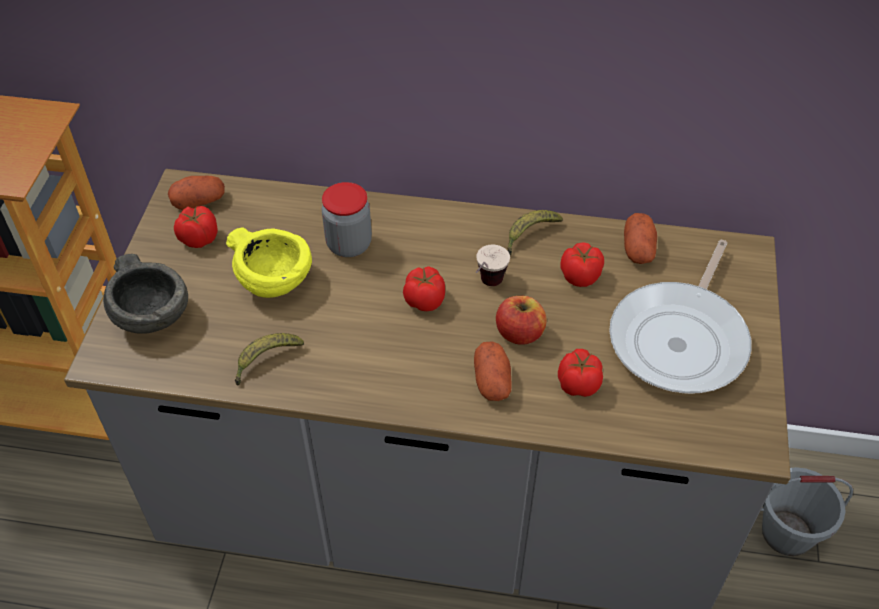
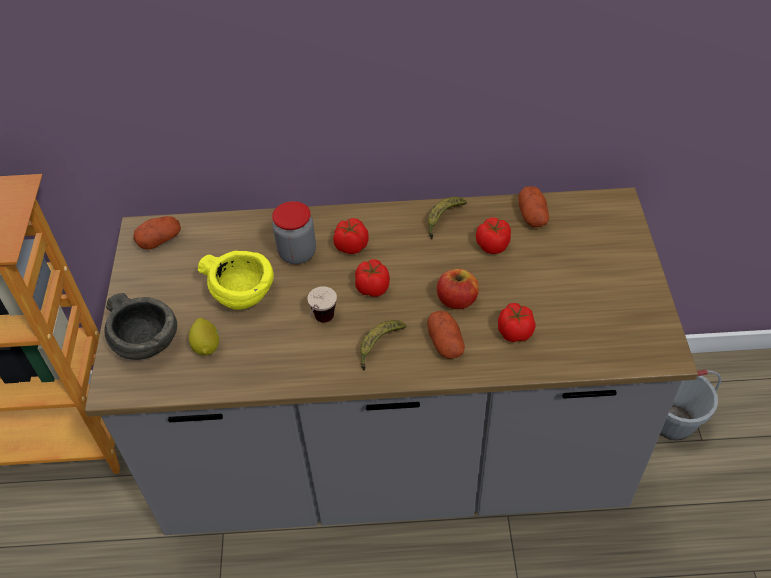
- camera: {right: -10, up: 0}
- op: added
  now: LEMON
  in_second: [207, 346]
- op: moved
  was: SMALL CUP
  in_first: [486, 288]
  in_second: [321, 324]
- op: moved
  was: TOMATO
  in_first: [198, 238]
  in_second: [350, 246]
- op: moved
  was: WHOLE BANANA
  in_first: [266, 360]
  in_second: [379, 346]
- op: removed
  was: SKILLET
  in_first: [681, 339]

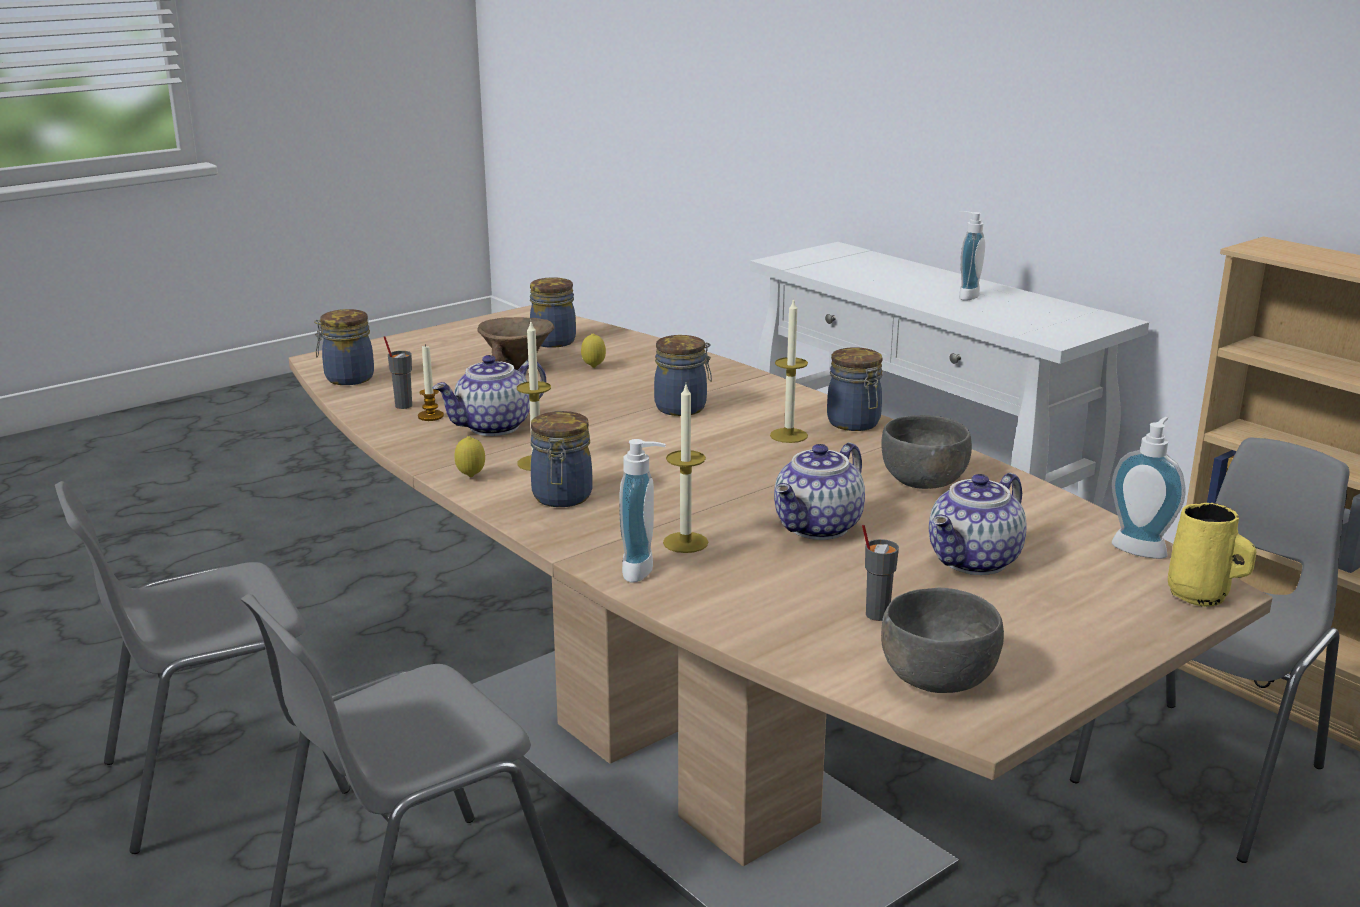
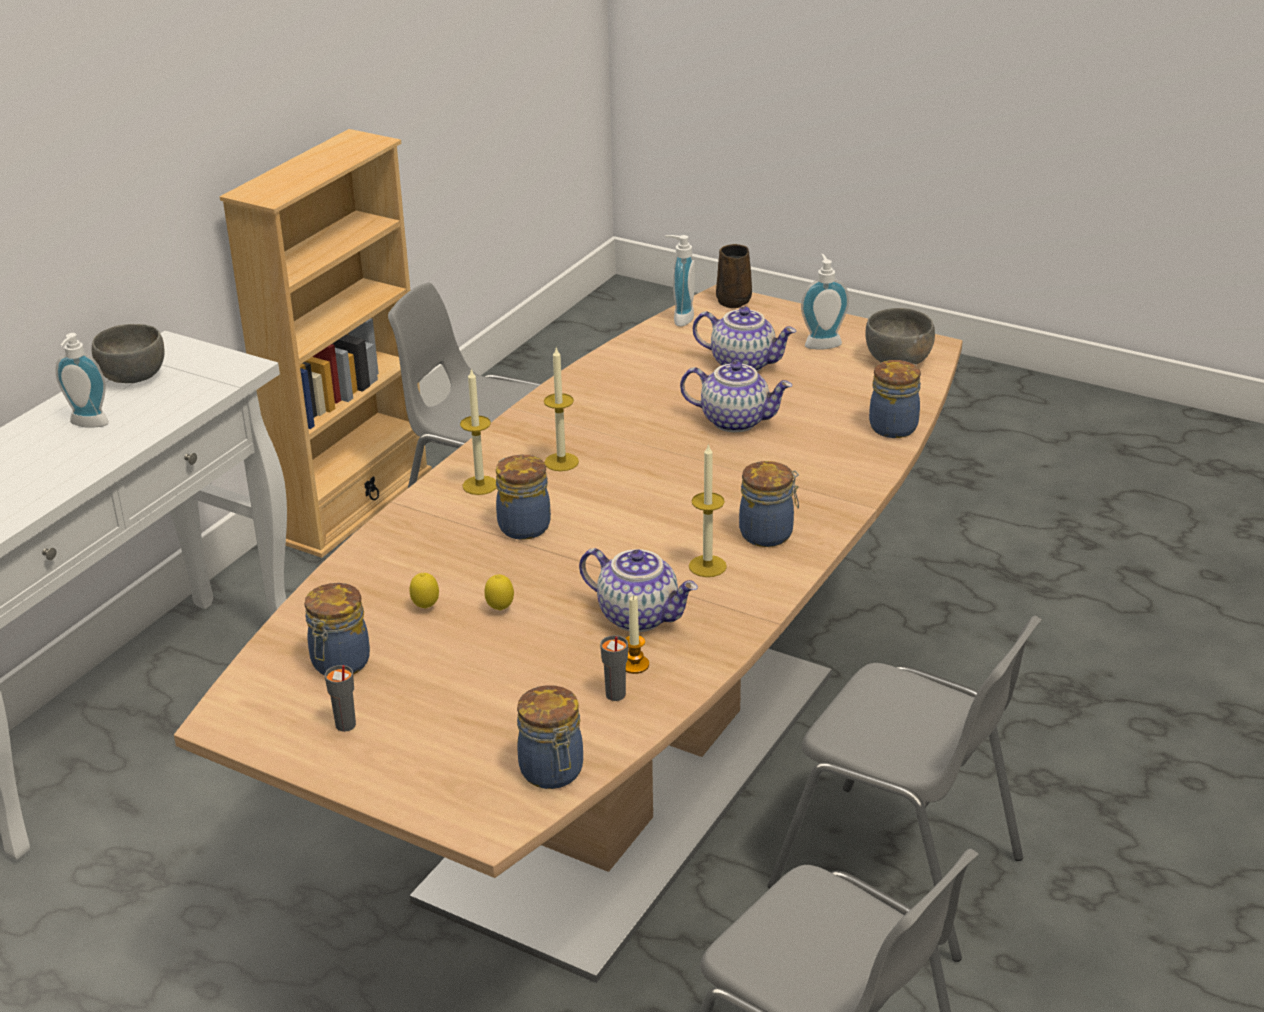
- camera: {right: -110, up: 10}
- op: moved
  was: GREYISH BOWL
  in_first: [924, 481]
  in_second: [134, 375]
- op: moved
  was: GREYISH SMALL CUP
  in_first: [876, 614]
  in_second: [345, 725]
- op: moved
  was: CANDLE
  in_first: [685, 542]
  in_second: [480, 485]
- op: moved
  was: LEMON
  in_first: [471, 477]
  in_second: [500, 609]
- op: recoloured
  was: YELLOW COFFEE MUG
  now: BROWN-COLOURED COFFEE MUG
  in_first: [1201, 596]
  in_second: [734, 300]
- op: moved
  was: SOAP BOTTLE
  in_first: [644, 570]
  in_second: [822, 343]
- op: moved
  was: JAR
  in_first: [854, 424]
  in_second: [894, 427]
- op: removed
  was: BROWN-COLOURED BOWL
  in_first: [518, 367]

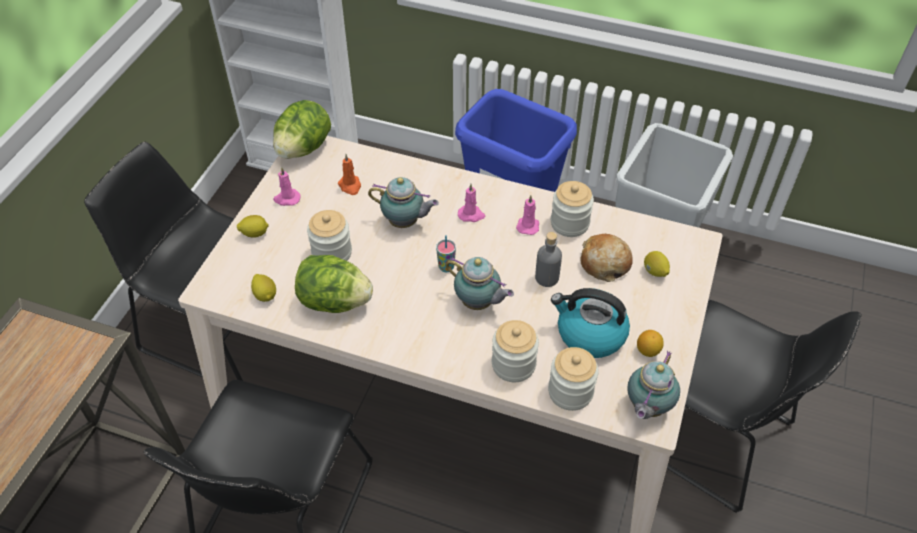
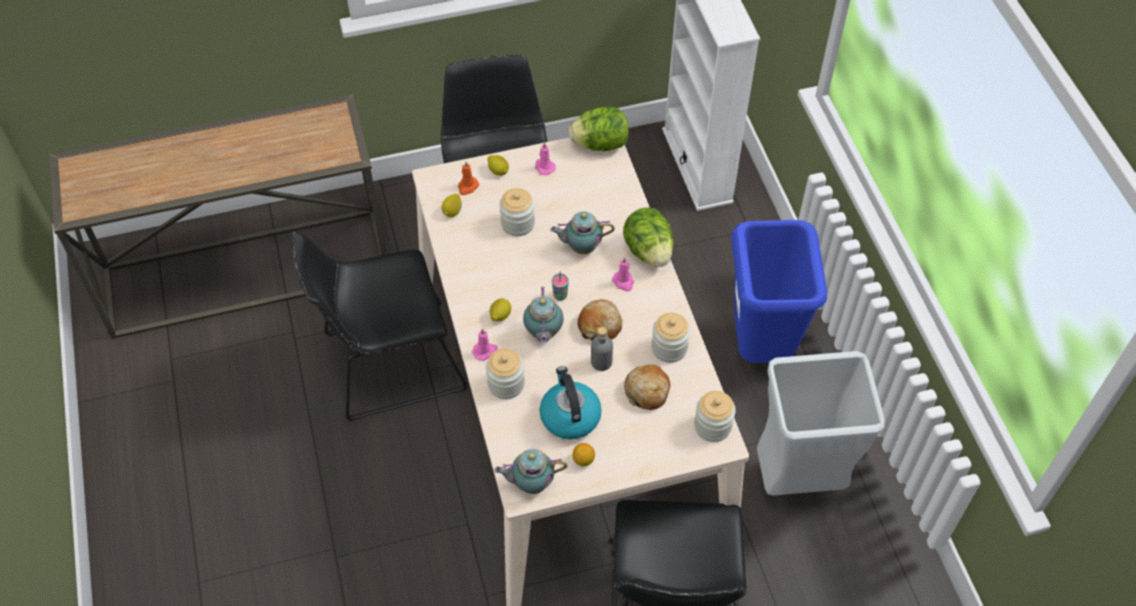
- camera: {right: 55, up: 5}
- op: moved
  was: ORANGEY CANDLE
  in_first: [350, 186]
  in_second: [467, 187]
- op: moved
  was: PINK CANDLE
  in_first: [528, 225]
  in_second: [485, 351]
- op: moved
  was: LEMON
  in_first: [655, 272]
  in_second: [500, 315]
- op: turned
  was: POT FOR TEA
  in_first: [405, 222]
  in_second: [581, 247]
  clockwise: 105
- op: added
  now: BAKERY BREAD
  in_second: [600, 325]
- op: moved
  was: HEAD OF LETTUCE
  in_first: [334, 301]
  in_second: [648, 251]
- op: moved
  was: JAR
  in_first: [570, 392]
  in_second: [712, 426]

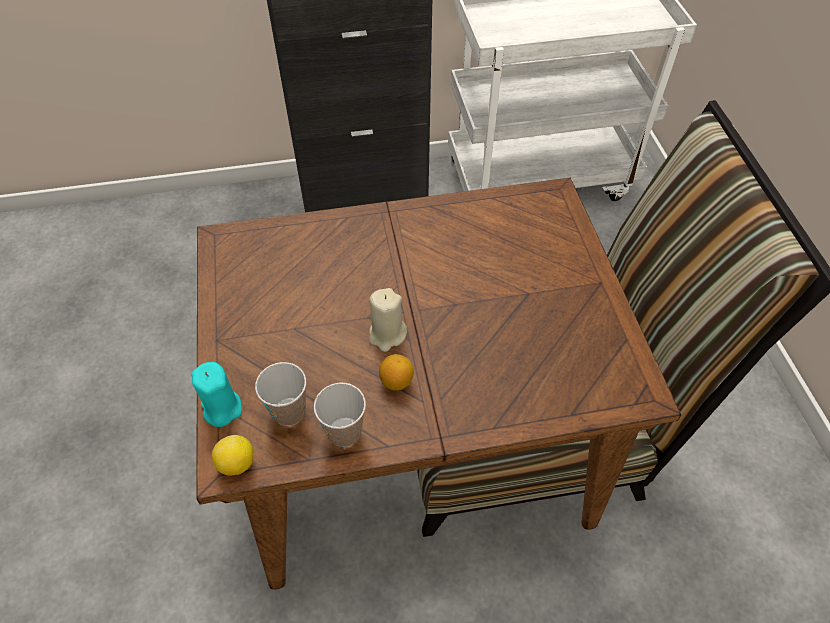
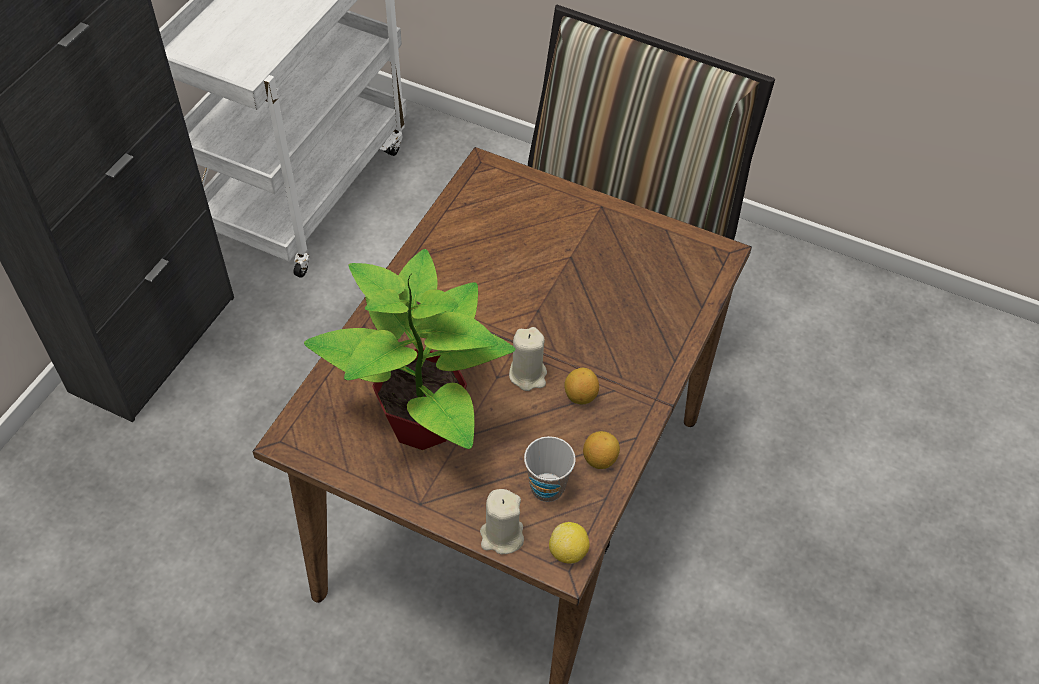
- camera: {right: -55, up: 0}
- op: added
  now: POTTED PLANT
  in_second: [425, 422]
- op: recoloured
  was: TURQUOISE CANDLE
  now: SAND-COLOURED CANDLE
  in_first: [222, 408]
  in_second: [501, 536]
- op: replaced
  was: SMALL CUP
  now: LEMON
  in_first: [344, 432]
  in_second: [599, 459]

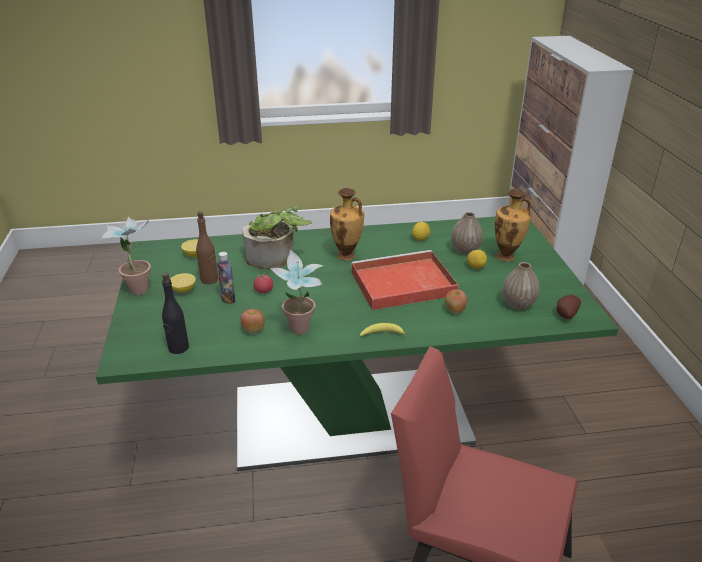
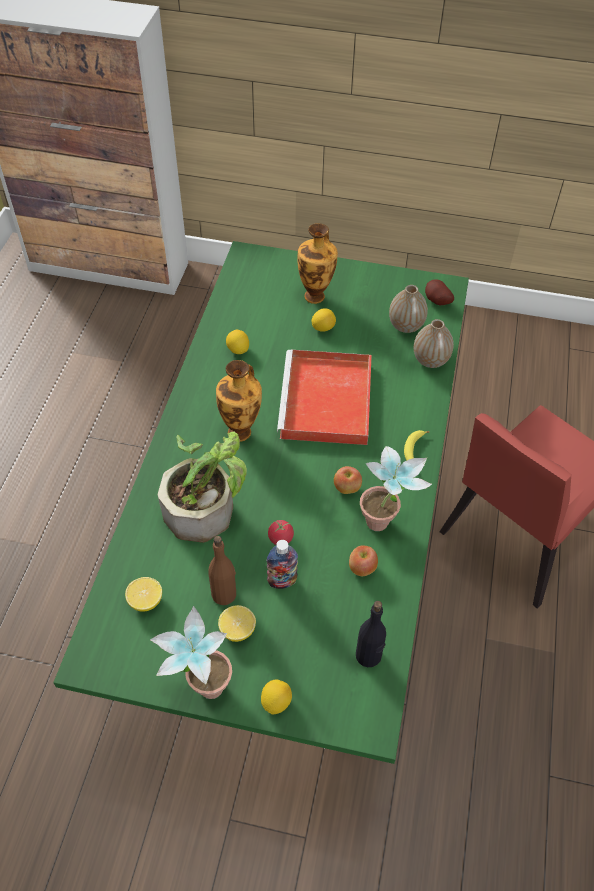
- camera: {right: -70, up: 20}
- op: added
  now: LEMON
  in_second: [276, 702]
- op: moved
  was: WHOLE APPLE
  in_first: [454, 310]
  in_second: [347, 488]
- op: moved
  was: VASE
  in_first: [465, 250]
  in_second: [430, 360]

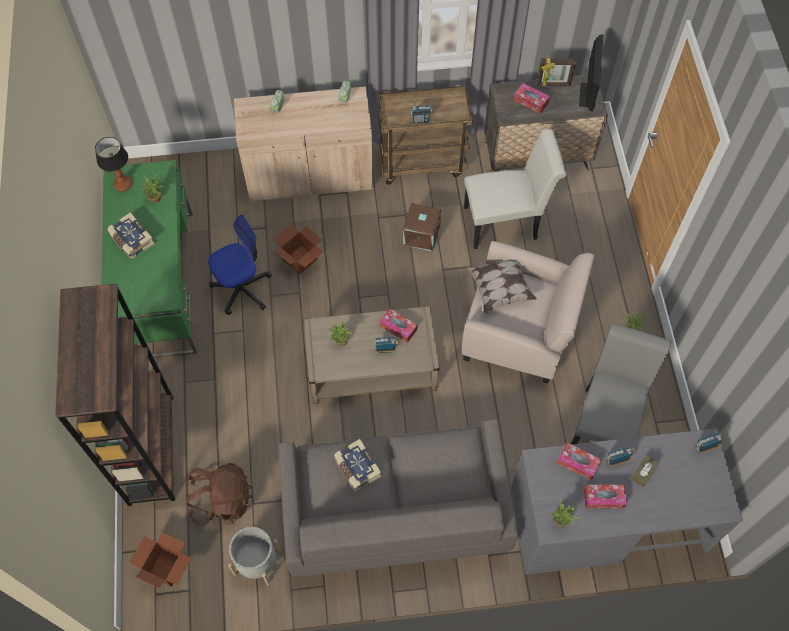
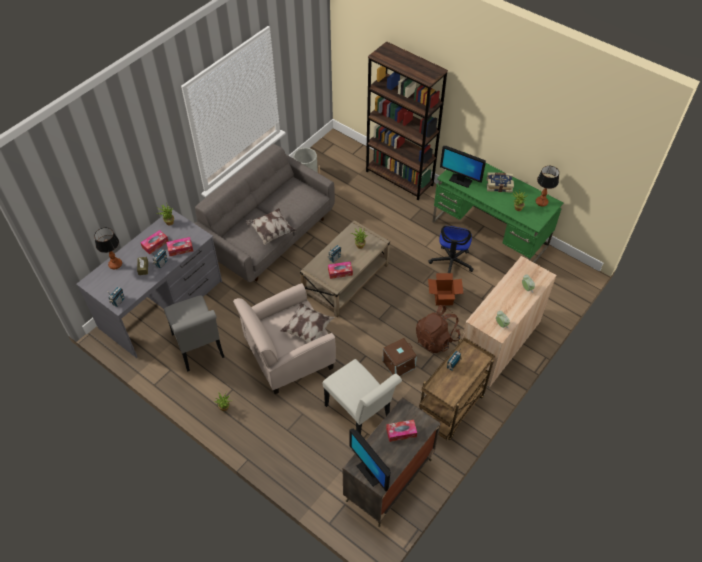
- camera: {right: 135, up: -10}
- op: added
  now: LAMP FOR A TABLE
  in_second: [115, 264]
- op: added
  now: THROW PILLOW
  in_second: [271, 231]
- op: turned
  was: WHITISH PLAIN CHAIR
  in_first: [506, 222]
  in_second: [360, 415]
  clockwise: -75
- op: moved
  was: BROWN-COLOURED RUCKSACK
  in_first: [221, 500]
  in_second: [436, 339]
- op: added
  now: MONITOR
  in_second: [460, 180]
- op: removed
  was: CARDBOARD BOX
  in_first: [167, 568]
- op: removed
  was: BOUND BOOK
  in_first: [357, 468]
- op: removed
  was: PHOTO FRAME
  in_first: [553, 84]

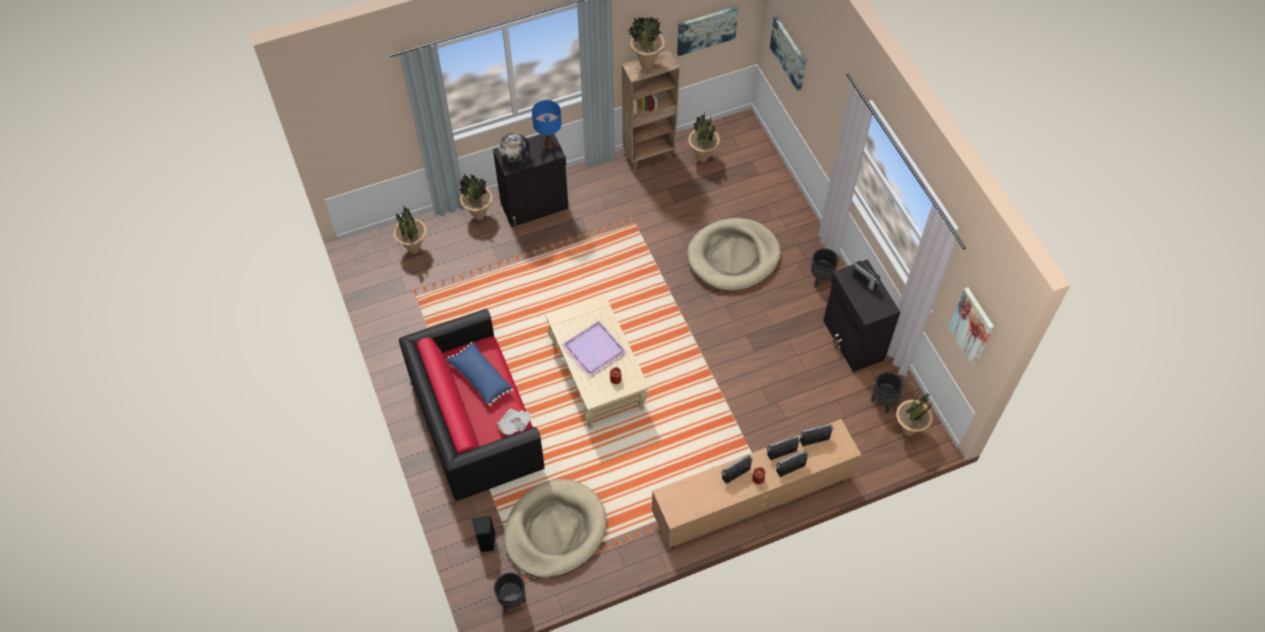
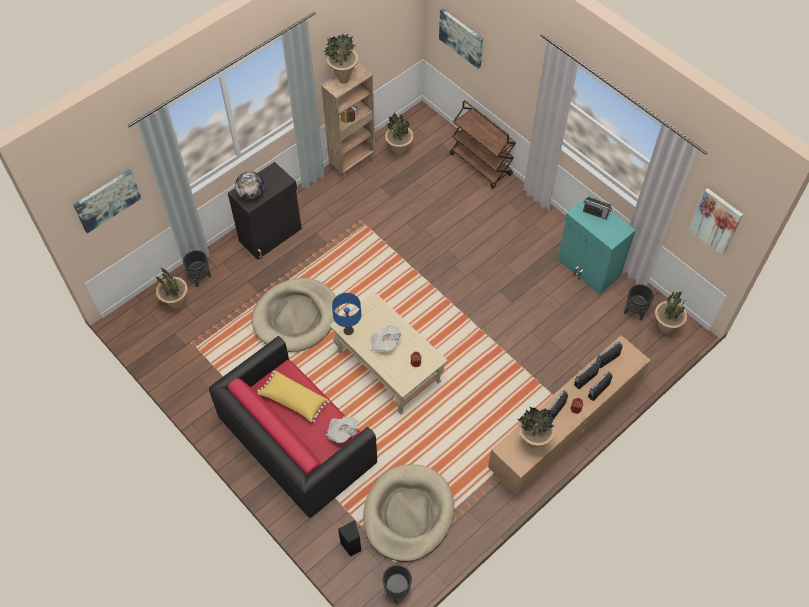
- camera: {right: -20, up: 0}
- op: moved
  was: WALL PICTURE
  in_first: [706, 30]
  in_second: [107, 200]
- op: moved
  was: BLACKISH PLANT POT
  in_first: [820, 279]
  in_second: [200, 278]
- op: moved
  was: SAND-COLOURED DOG CUSHION
  in_first: [733, 257]
  in_second: [296, 317]
- op: recoloured
  was: BLUE THROW PILLOW
  now: YELLOW THROW PILLOW
  in_first: [480, 378]
  in_second: [293, 400]
- op: moved
  was: BLUE LAMP FOR A TABLE
  in_first: [549, 144]
  in_second: [348, 330]
- op: replaced
  was: PURPLE CARRYING TRAY
  now: PRINTED PAPER
  in_first: [593, 349]
  in_second: [384, 343]
- op: added
  now: BROWN-COLOURED WHEELED CART
  in_second: [481, 165]
- op: moved
  was: POTTED PLANT
  in_first: [479, 216]
  in_second: [533, 443]
- op: recoloured
  was: BLACKISH CUPBOARD
  now: TURQUOISE CUPBOARD
  in_first: [852, 341]
  in_second: [588, 269]

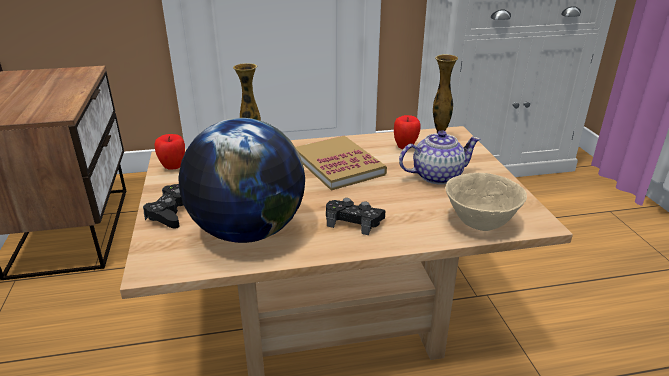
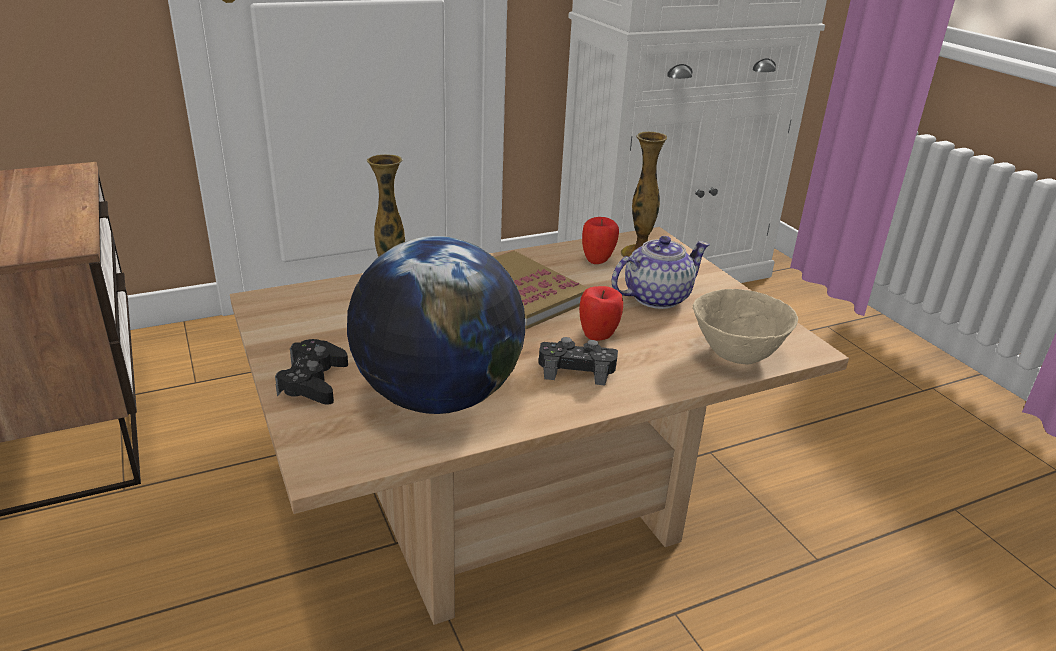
- camera: {right: -15, up: 0}
- op: moved
  was: WHOLE APPLE
  in_first: [173, 167]
  in_second: [597, 337]

